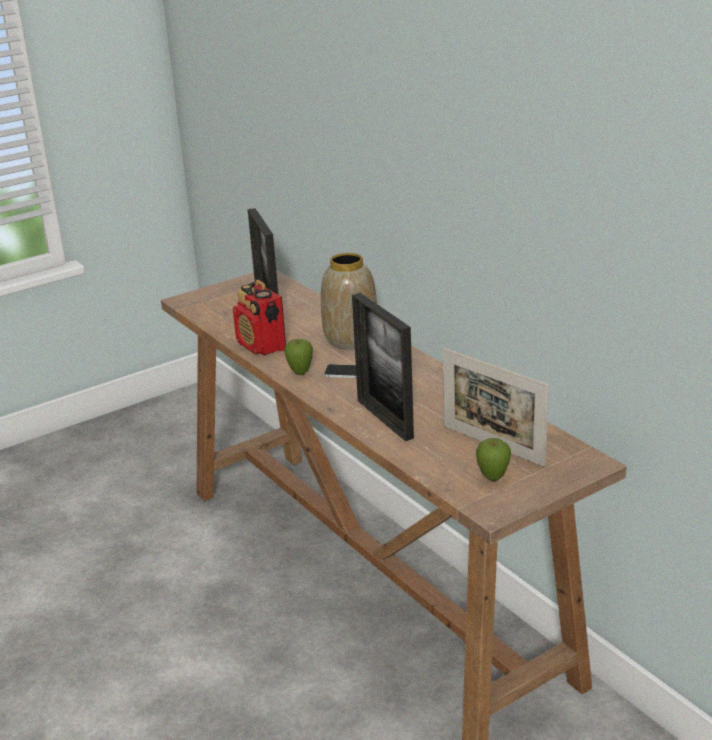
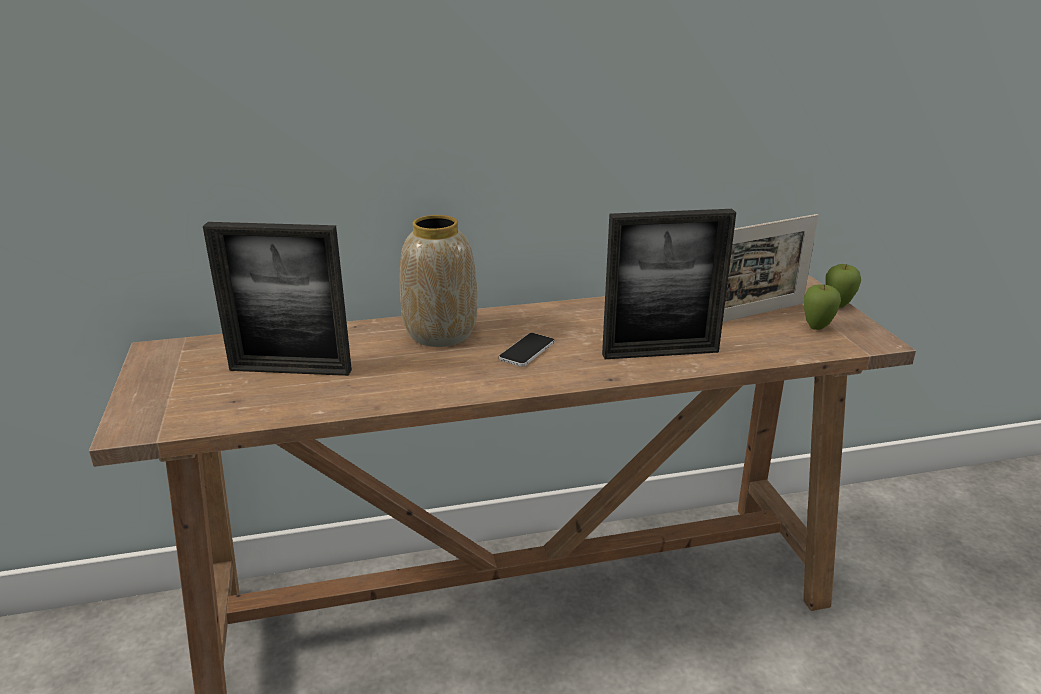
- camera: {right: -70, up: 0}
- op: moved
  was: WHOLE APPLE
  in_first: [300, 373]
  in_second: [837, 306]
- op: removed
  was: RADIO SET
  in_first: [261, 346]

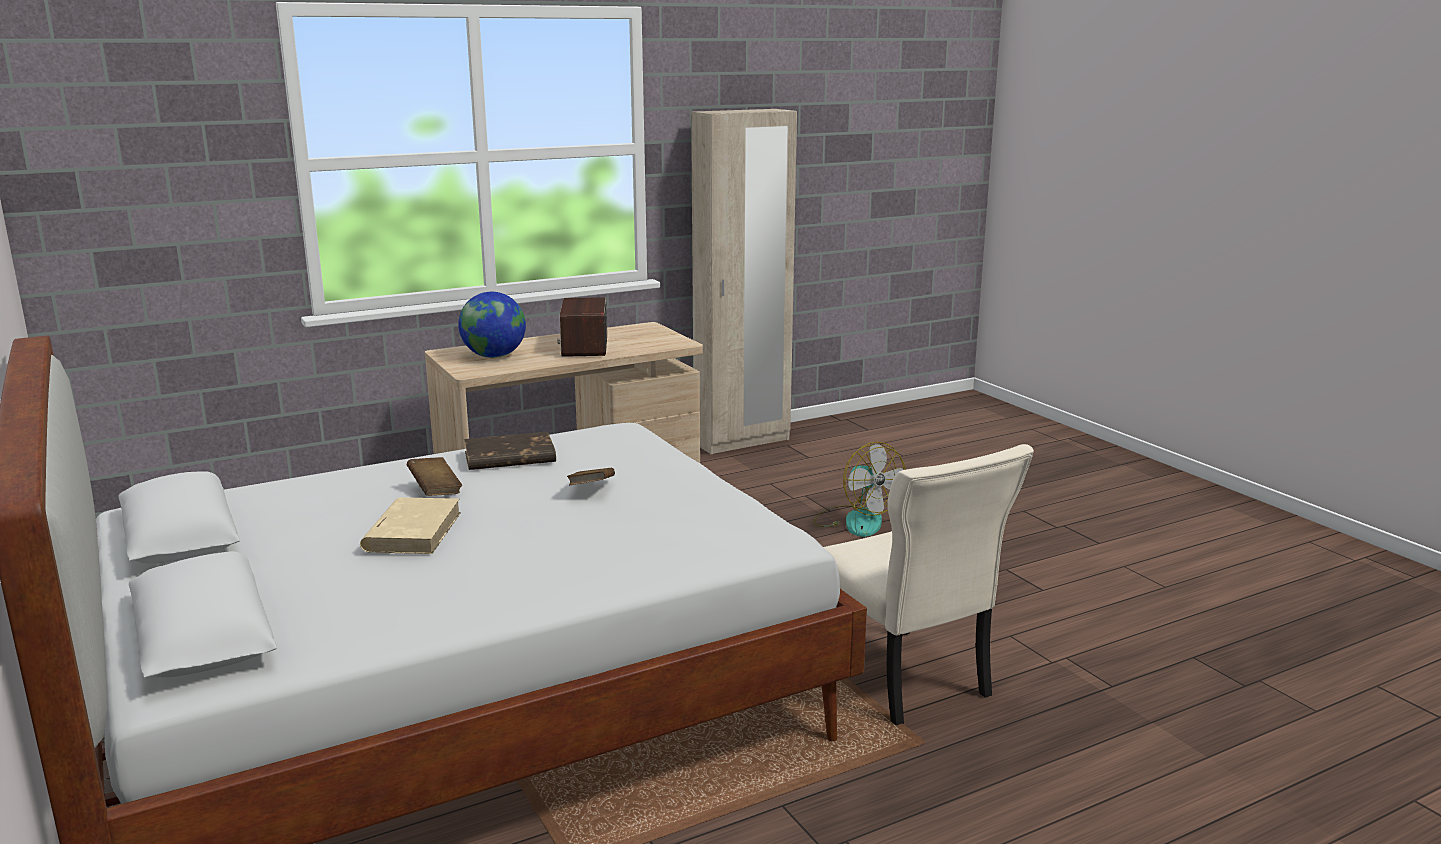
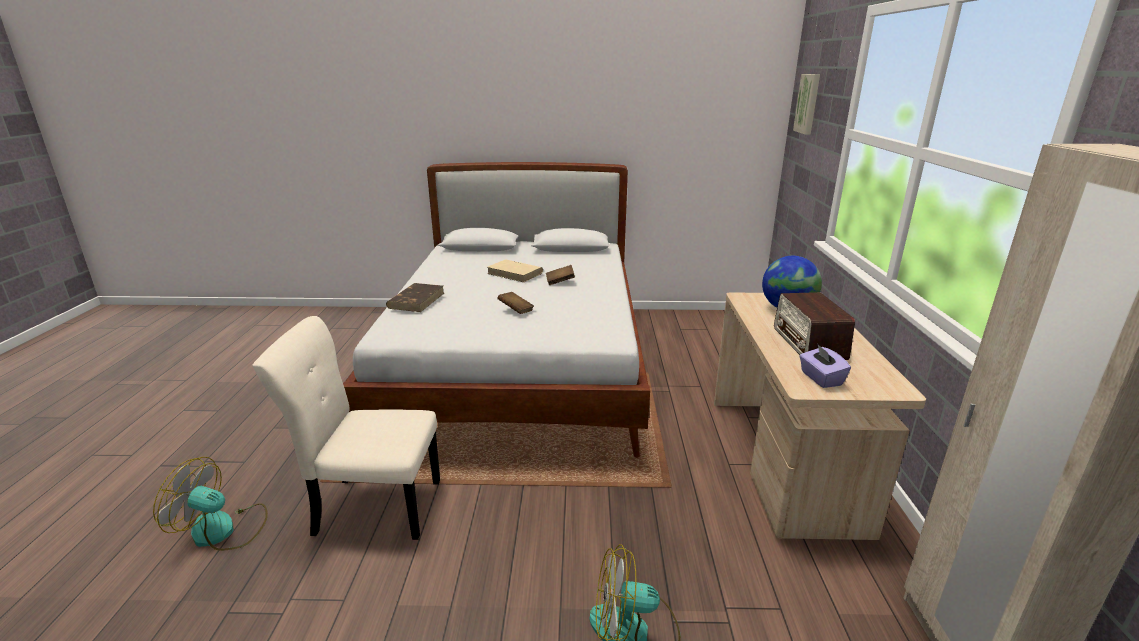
- camera: {right: 120, up: 5}
- op: added
  now: FAN
  in_second: [223, 531]
- op: moved
  was: BROWN-COLOURED BOUND BOOK
  in_first: [509, 457]
  in_second: [416, 300]
- op: turned
  was: RADIO SET
  in_first: [584, 346]
  in_second: [809, 343]
  clockwise: -120
- op: added
  now: WALL PICTURE
  in_second: [808, 103]
- op: added
  now: PURPLE BOX OF TISSUES
  in_second: [820, 378]

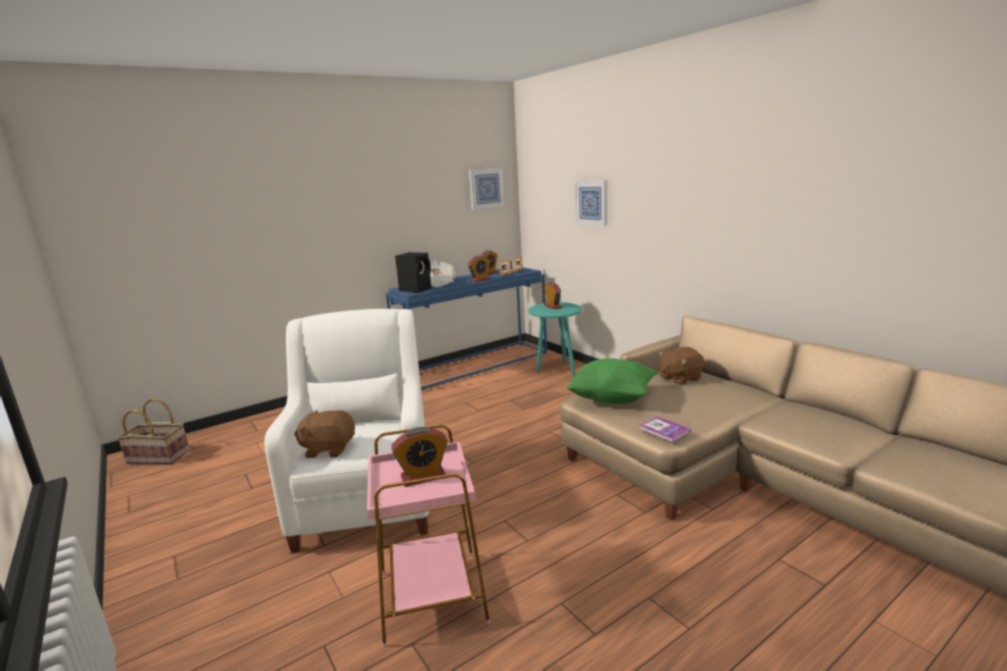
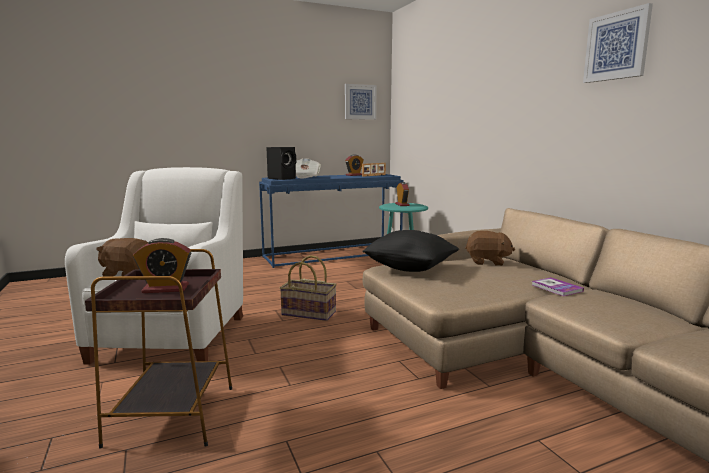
- camera: {right: 10, up: -5}
- op: recoloured
  was: PINK SIDE TABLE
  now: BROWN-COLOURED SIDE TABLE
  in_first: [433, 595]
  in_second: [173, 414]
- op: moved
  was: STORAGE BASKET
  in_first: [159, 456]
  in_second: [309, 313]
- op: recoloured
  was: GREENISH THROW PILLOW
  now: BLACKISH THROW PILLOW
  in_first: [612, 398]
  in_second: [410, 269]
- op: turned
  was: BROWN-COLOURED PLUSH TOY
  in_first: [679, 378]
  in_second: [487, 262]
  clockwise: -150
- op: moved
  was: BOUND BOOK
  in_first: [664, 430]
  in_second: [556, 288]
- op: moved
  was: WALL PICTURE
  in_first: [591, 202]
  in_second: [616, 46]
- op: removed
  was: TABLE CLOCK
  in_first: [480, 280]

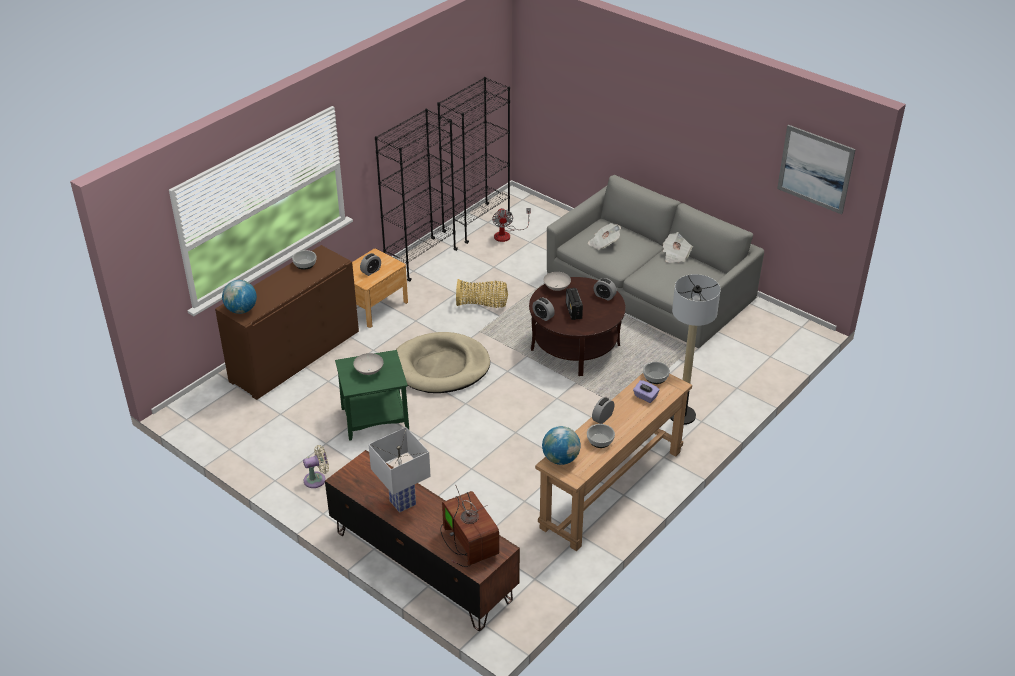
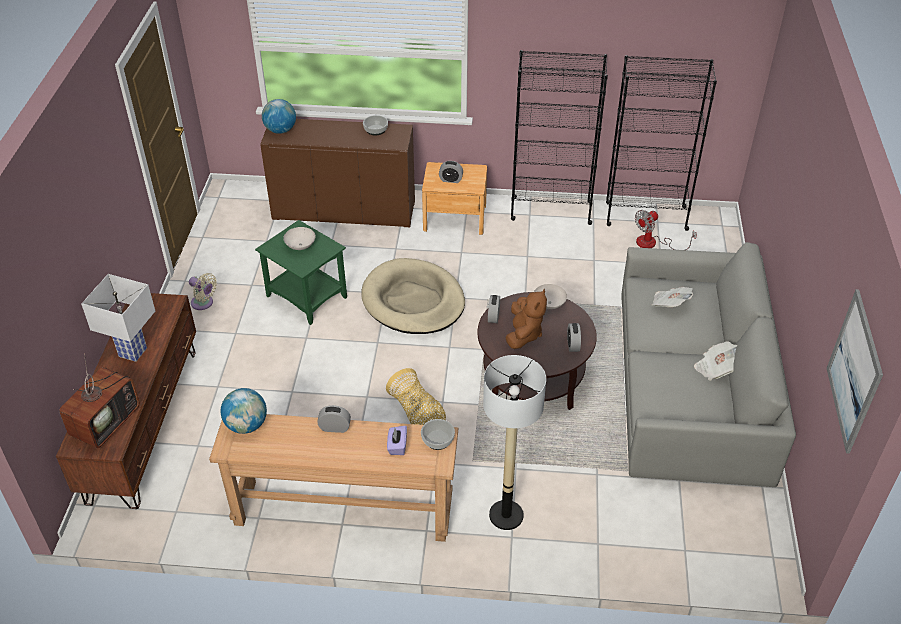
- camera: {right: 55, up: 5}
- op: moved
  was: STORAGE BASKET
  in_first: [482, 304]
  in_second: [417, 414]
- op: replaced
  was: RADIO SET
  now: BROWN-COLOURED PLUSH TOY
  in_first: [573, 311]
  in_second: [524, 334]
- op: removed
  was: BOWL
  in_first: [600, 440]

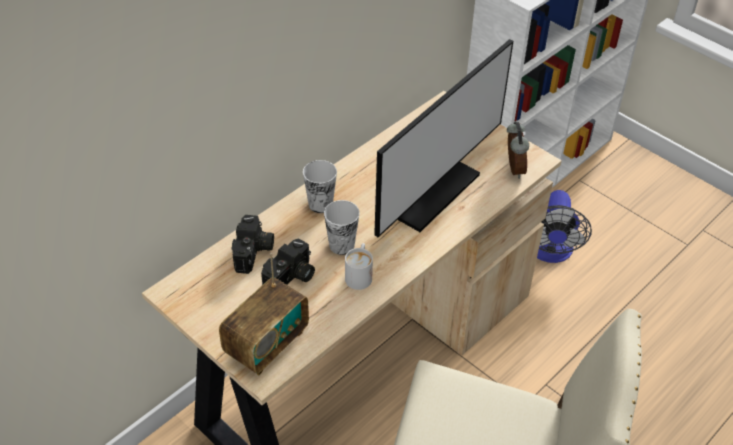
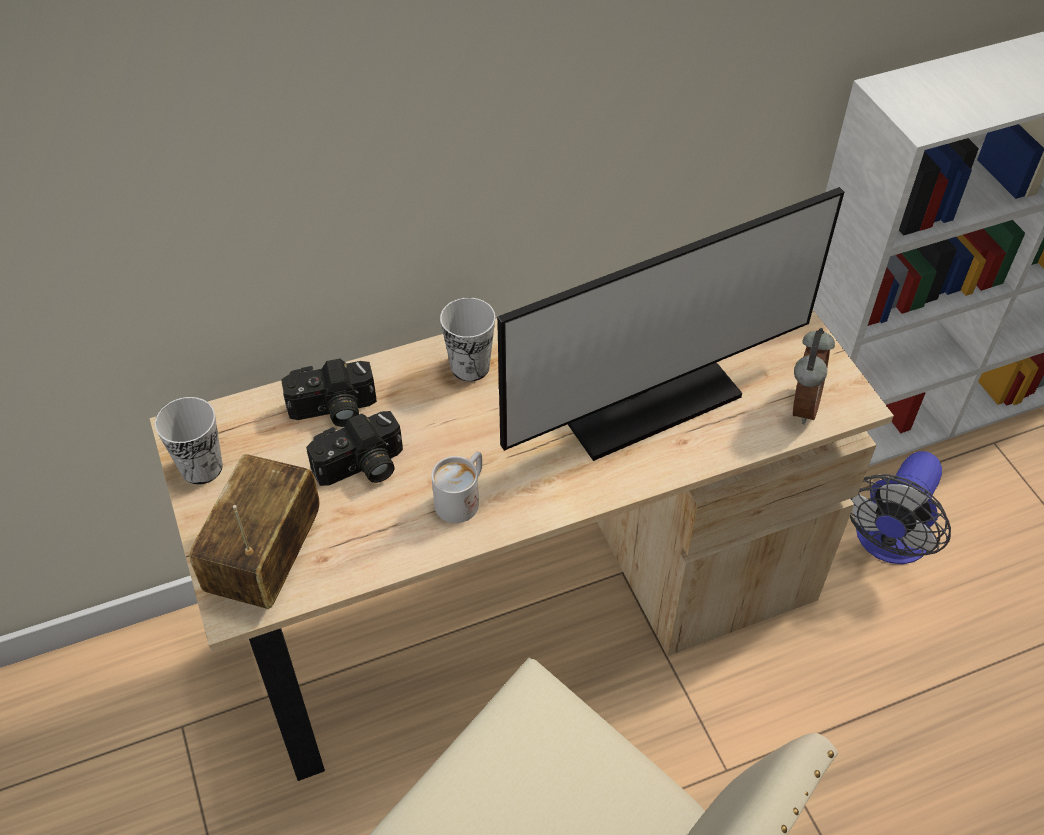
- camera: {right: 25, up: 5}
- op: moved
  was: SMALL CUP
  in_first: [341, 245]
  in_second: [201, 467]
- op: turned
  was: RADIO SET
  in_first: [266, 344]
  in_second: [267, 559]
  clockwise: 135
- op: turned
  was: STILL CAMERA
  in_first: [254, 252]
  in_second: [333, 410]
  clockwise: 45

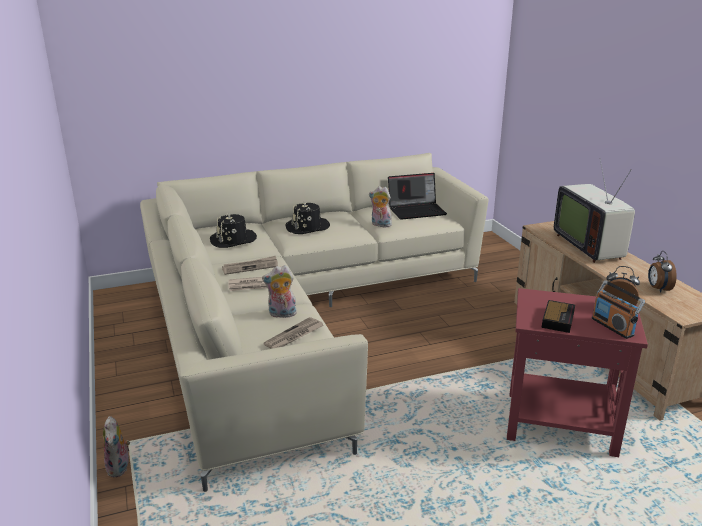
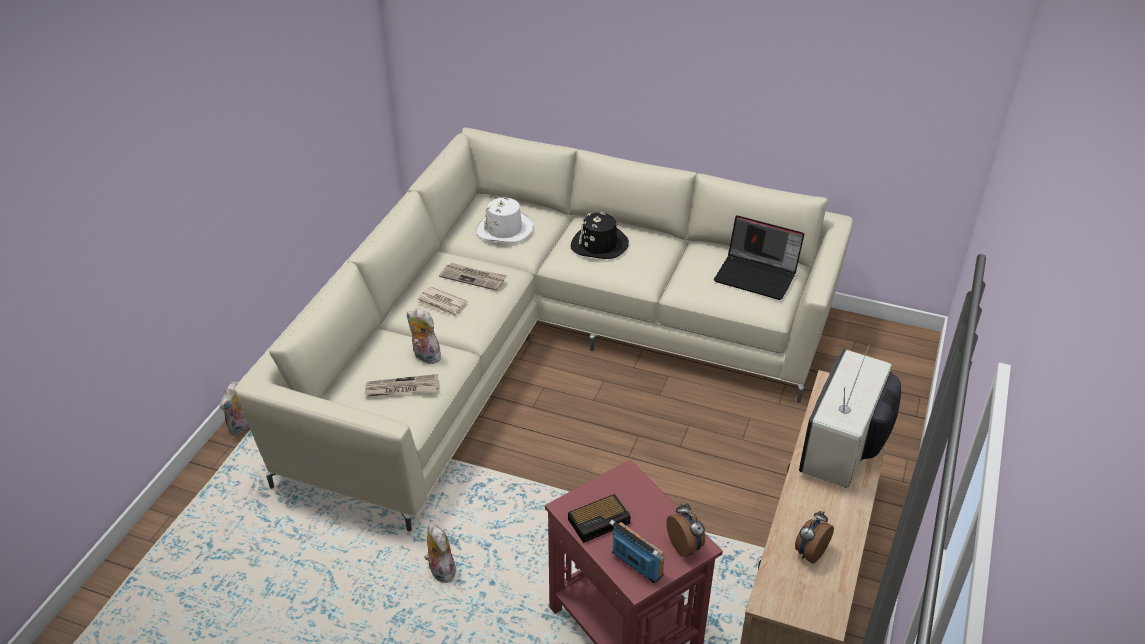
- camera: {right: 40, up: 15}
- op: moved
  was: PLUSH TOY
  in_first: [380, 225]
  in_second: [440, 571]
- op: recoloured
  was: BLACKISH HAT
  now: WHITISH HAT
  in_first: [233, 240]
  in_second: [504, 229]
- op: turned
  was: RADIO SET
  in_first: [613, 327]
  in_second: [636, 564]
  clockwise: 120

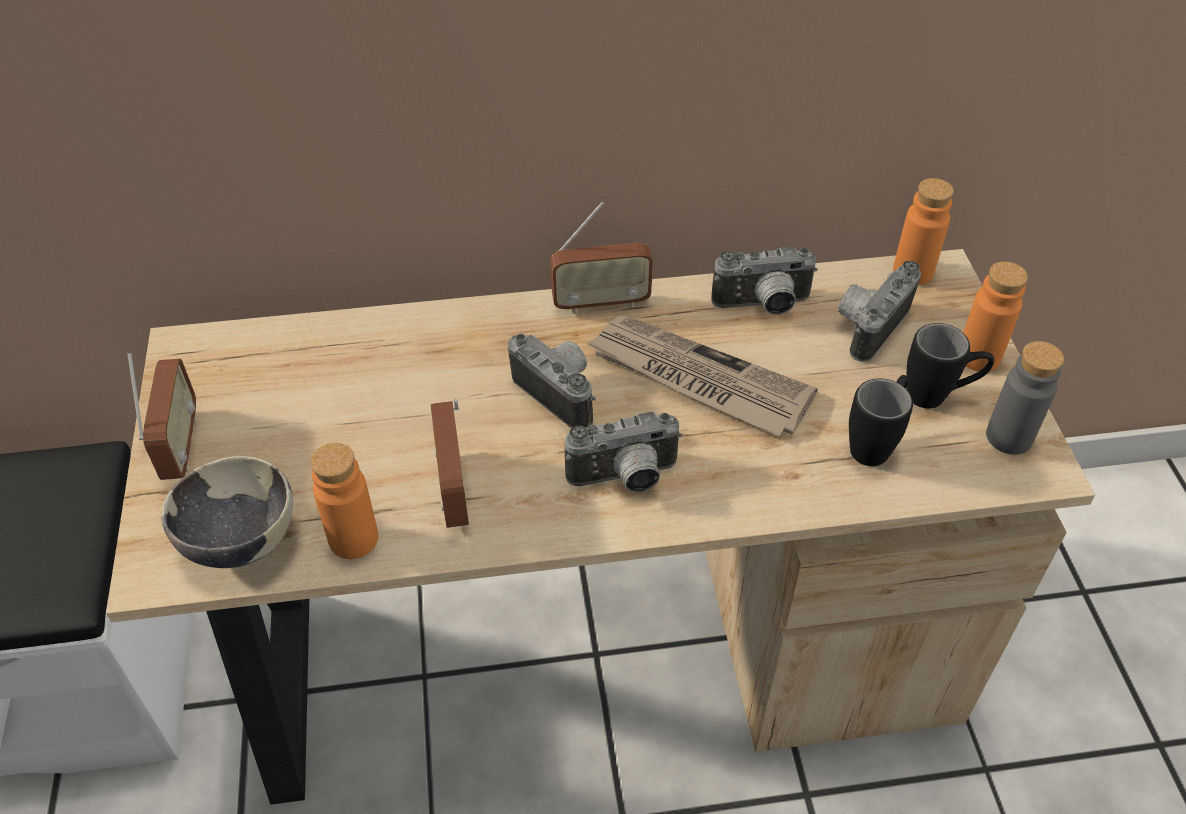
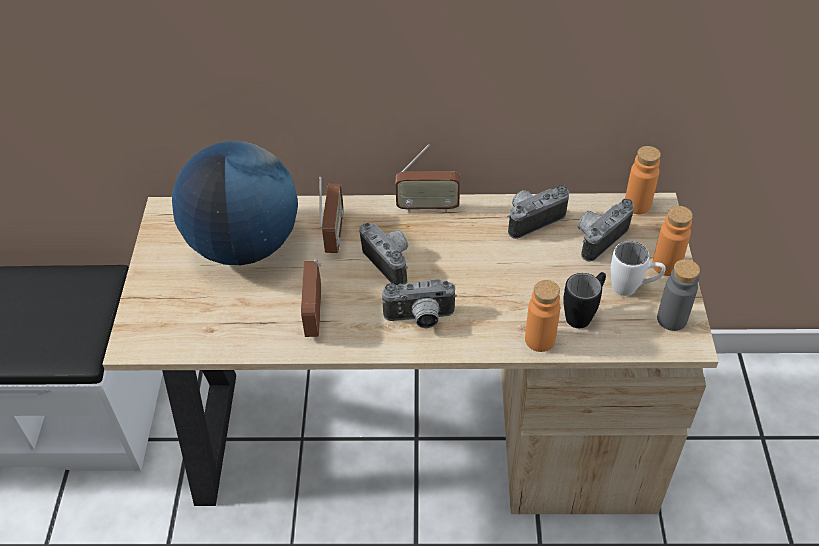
- camera: {right: 10, up: 0}
- op: added
  now: WORLD GLOBE
  in_second: [244, 245]
- op: moved
  was: RADIO SET
  in_first: [180, 446]
  in_second: [334, 235]
- op: turned
  was: STILL CAMERA
  in_first: [763, 306]
  in_second: [532, 219]
  clockwise: 150
- op: moved
  was: ORANGEY BEVERAGE BOTTLE
  in_first: [353, 539]
  in_second: [539, 340]
- op: recoloured
  was: BLACKISH COFFEE MUG
  now: WHITISH COFFEE MUG
  in_first: [938, 396]
  in_second: [632, 288]
- op: removed
  was: BOWL
  in_first: [240, 541]
- op: removed
  was: PRINTED PAPER
  in_first: [697, 379]

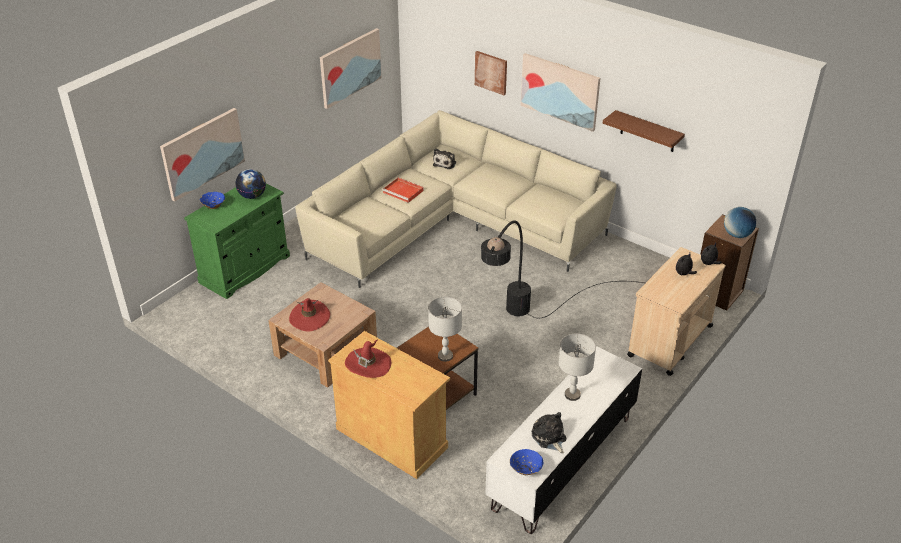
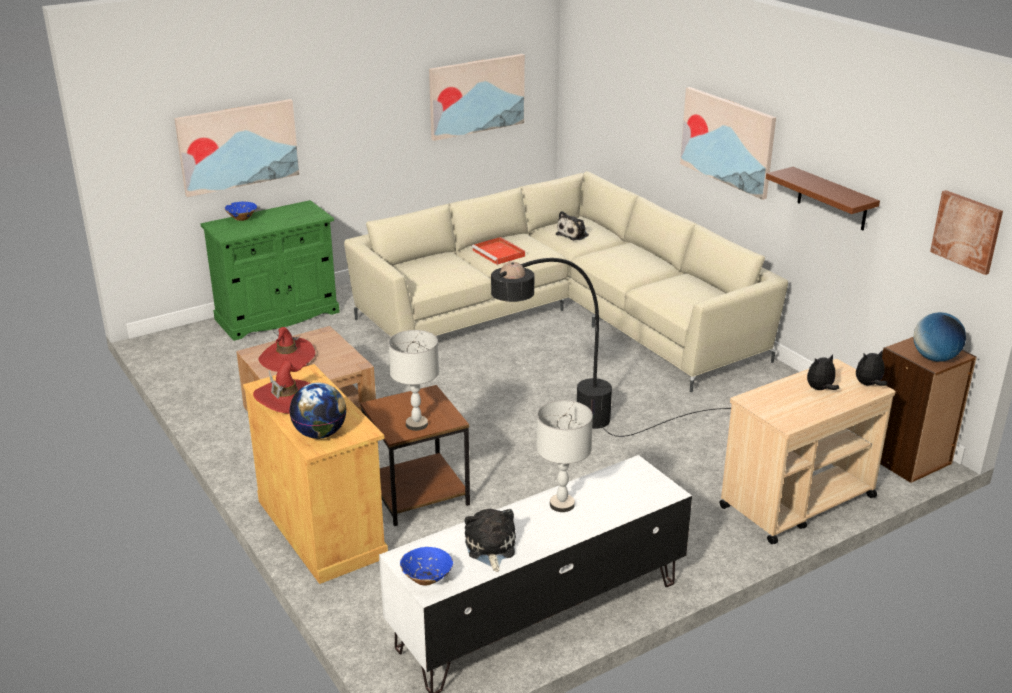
- camera: {right: 20, up: -10}
- op: moved
  was: WORLD GLOBE
  in_first: [252, 196]
  in_second: [320, 434]
- op: moved
  was: WALL PICTURE
  in_first: [491, 72]
  in_second: [967, 231]

